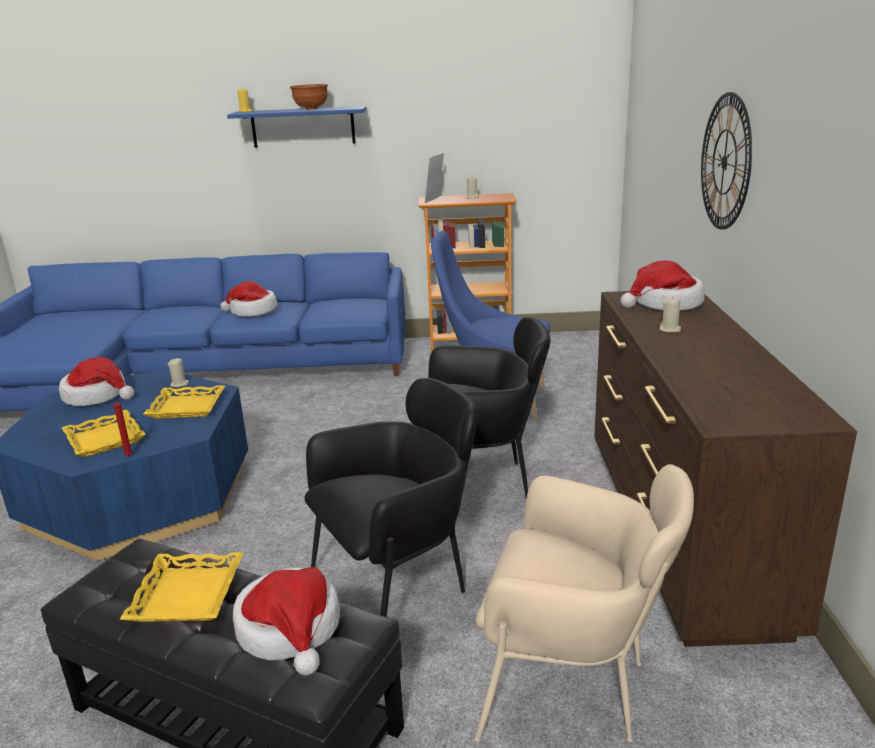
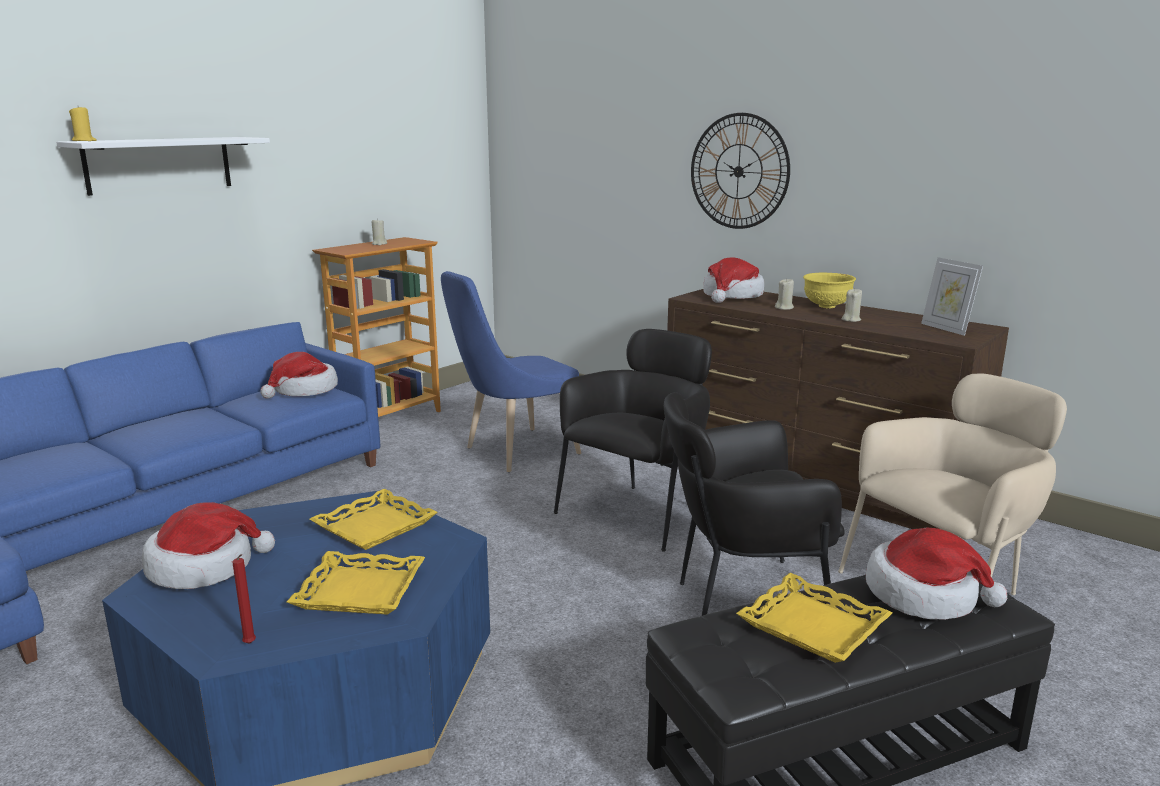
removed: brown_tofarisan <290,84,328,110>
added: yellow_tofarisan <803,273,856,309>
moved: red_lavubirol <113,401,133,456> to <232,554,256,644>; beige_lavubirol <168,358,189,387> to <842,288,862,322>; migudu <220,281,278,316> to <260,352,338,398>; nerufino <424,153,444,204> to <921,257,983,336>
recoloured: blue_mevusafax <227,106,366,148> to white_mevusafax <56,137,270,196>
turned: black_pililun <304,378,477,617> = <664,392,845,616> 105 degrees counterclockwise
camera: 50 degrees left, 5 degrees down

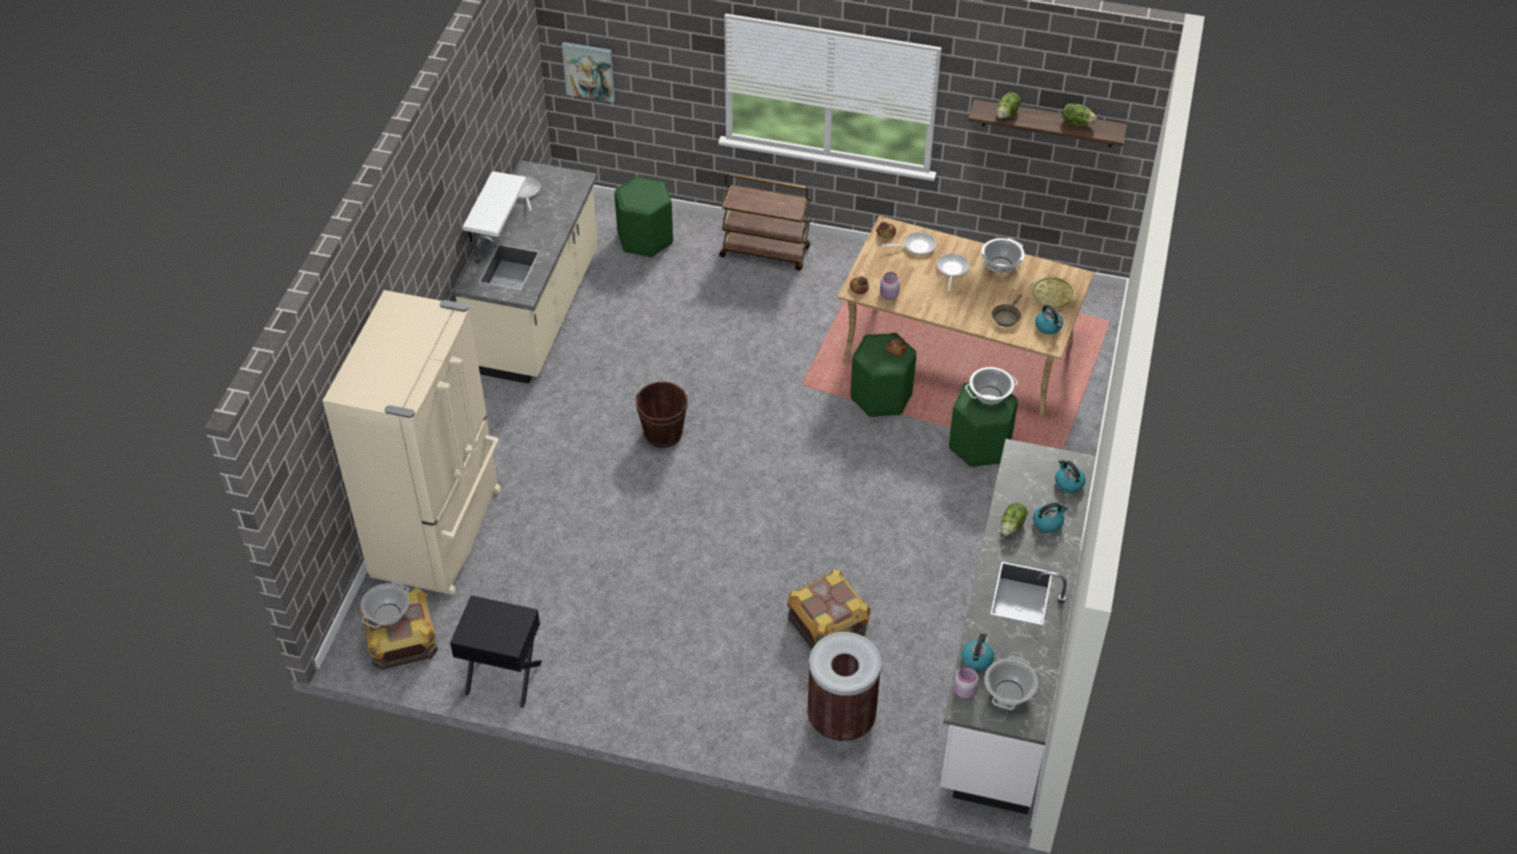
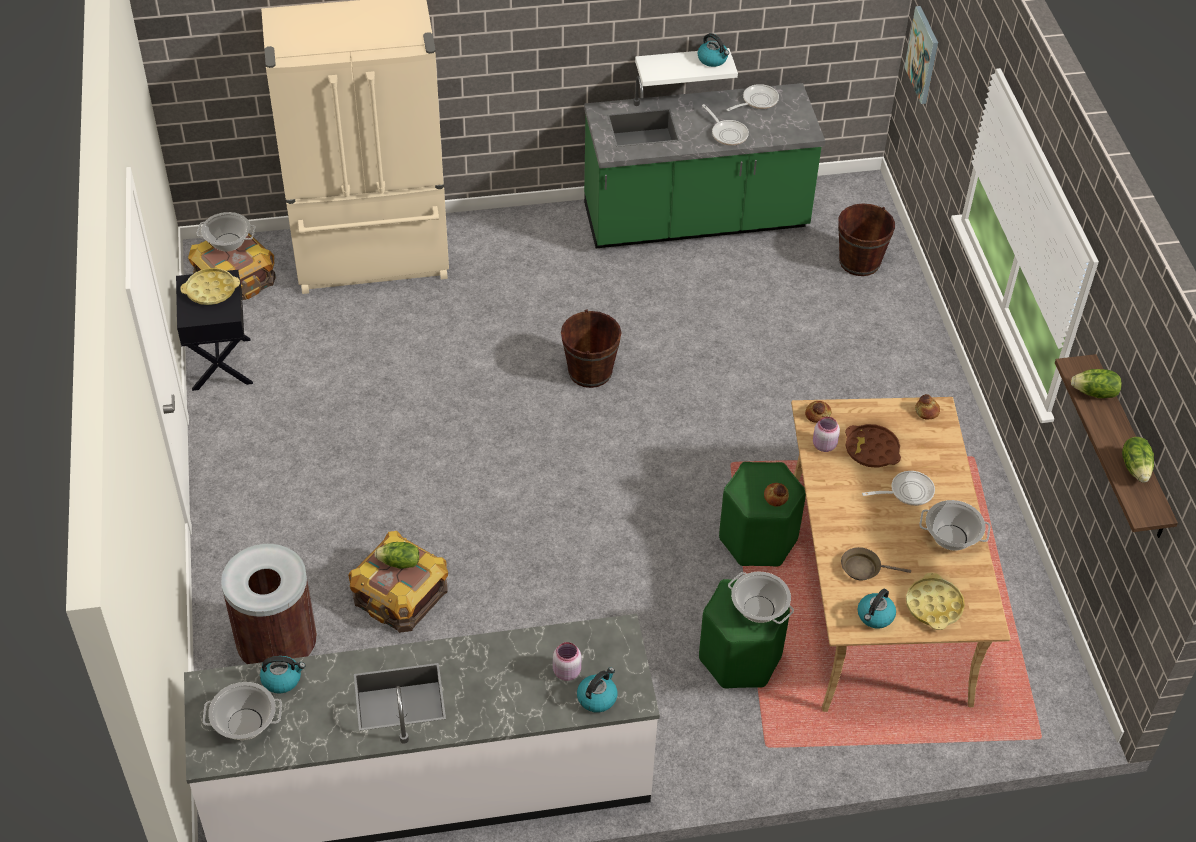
removed: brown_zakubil <719,174,811,271>
added: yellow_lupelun <180,268,240,305>; brown_lupelun <845,424,901,468>
moved: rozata <882,232,936,255> to <702,104,749,145>; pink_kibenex <954,667,979,698> to <553,642,581,681>; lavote <1001,502,1028,535> to <374,542,419,569>; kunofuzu <1033,503,1068,533> to <698,33,729,67>
replaced: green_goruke <614,177,673,257> to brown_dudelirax <838,203,895,276>
recoloured: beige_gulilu <454,161,598,384> to green_gulilu <584,75,825,248>
camera: 65 degrees right, 0 degrees up

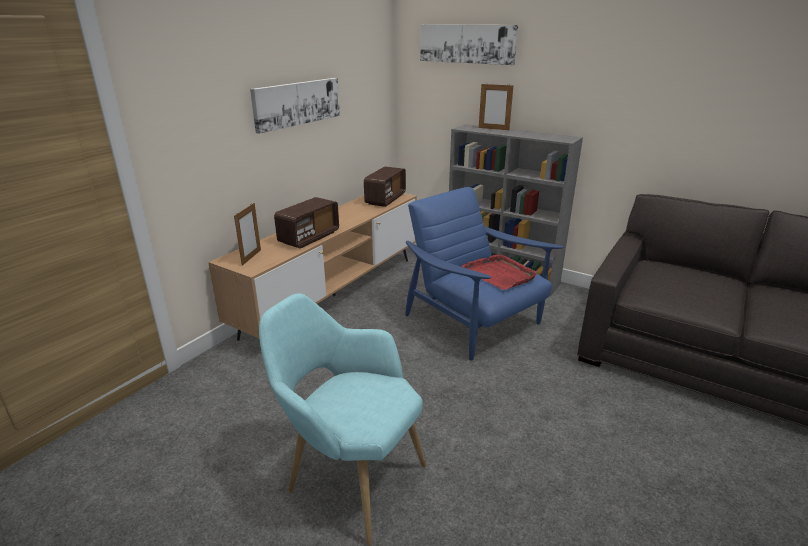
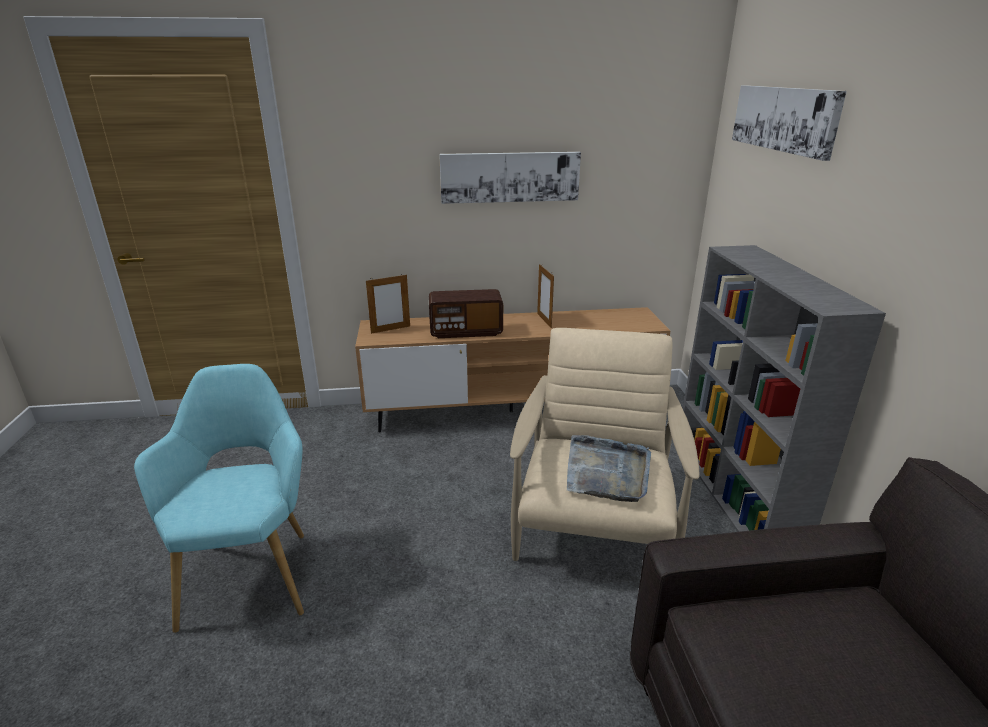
removed: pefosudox <364,166,406,207>
moved: nerufino <479,84,513,130> to <537,264,554,328>
recoloured: blue_pililun <405,187,563,361> to beige_pililun <510,328,700,561>; red_lupelun <462,254,538,290> to grey_lupelun <567,435,651,502>
camera: 50 degrees right, 0 degrees up

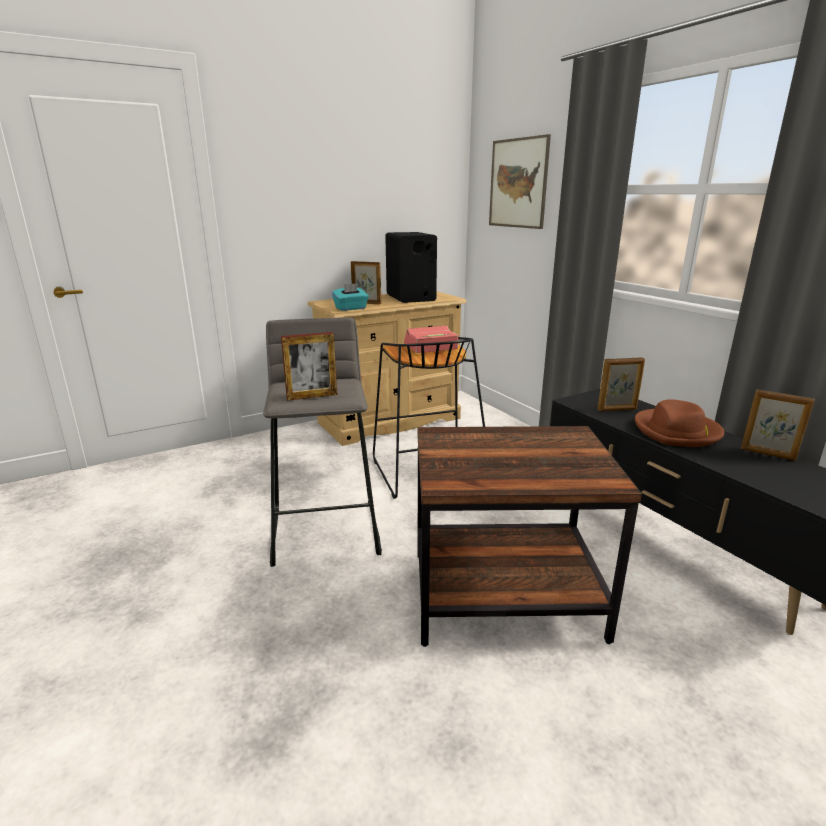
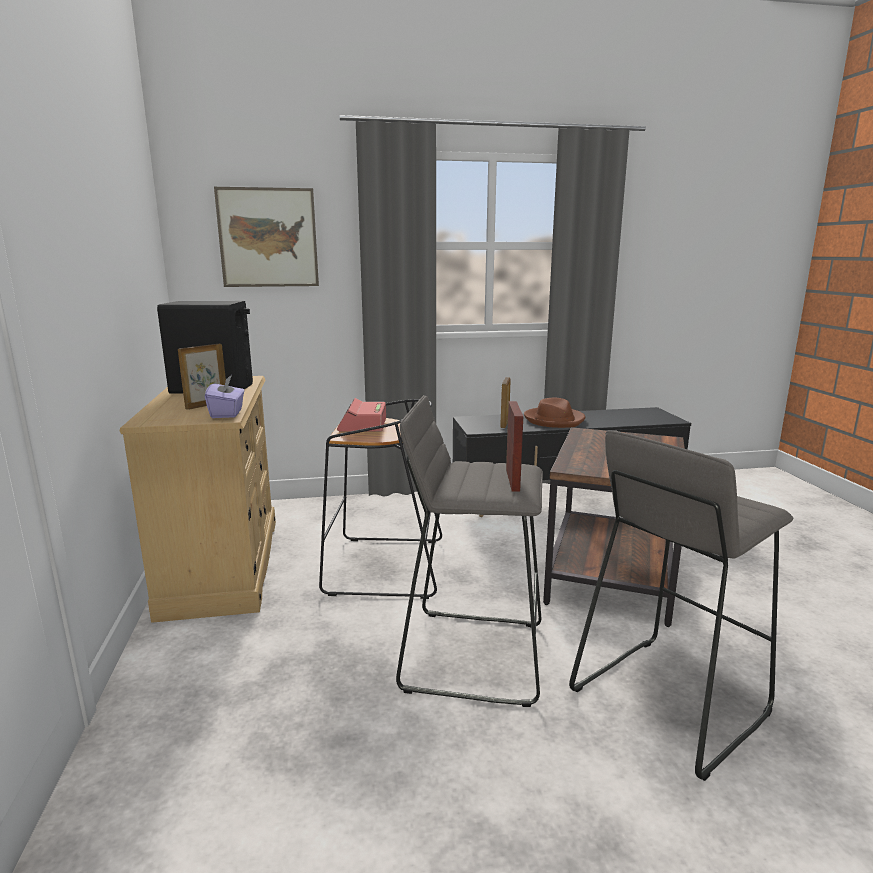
removed: nerufino <741,389,814,461>
added: grey_goruke <569,430,794,781>
recoloured: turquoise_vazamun <332,283,369,311> to purple_vazamun <205,375,244,418>
camera: 70 degrees left, 5 degrees down

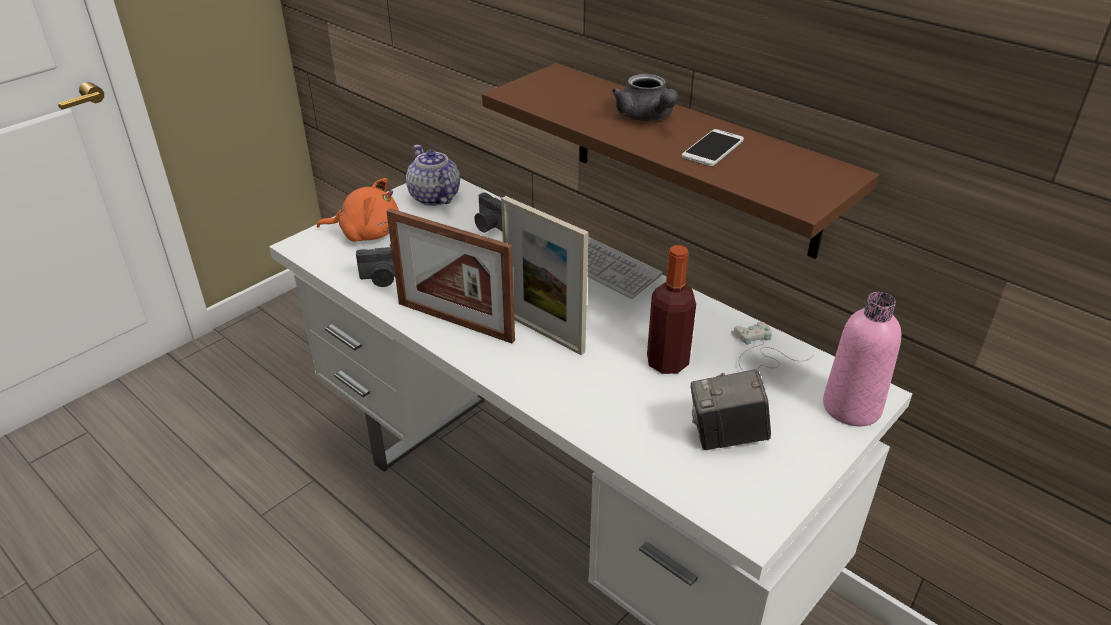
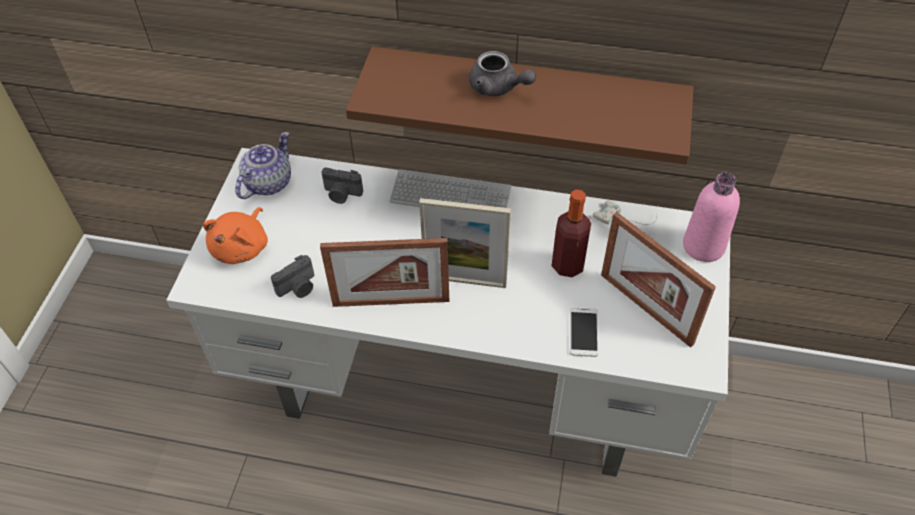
moved: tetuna <681,129,744,166> to <570,308,598,357>
replaced: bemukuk <691,369,771,450> to nerufino <601,212,716,348>
turned: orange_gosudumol <317,178,399,242> = <203,207,268,264> 135 degrees clockwise; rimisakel <406,145,460,206> = <235,132,291,199> 90 degrees clockwise
camera: 30 degrees left, 15 degrees up

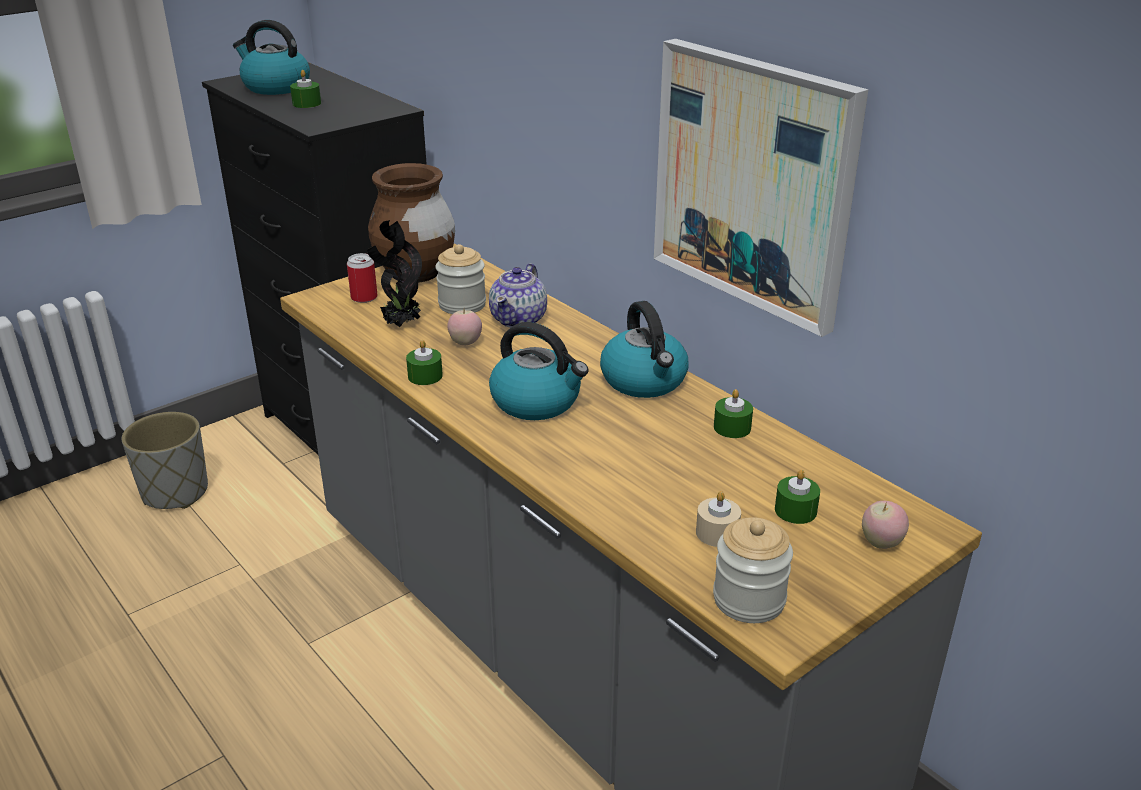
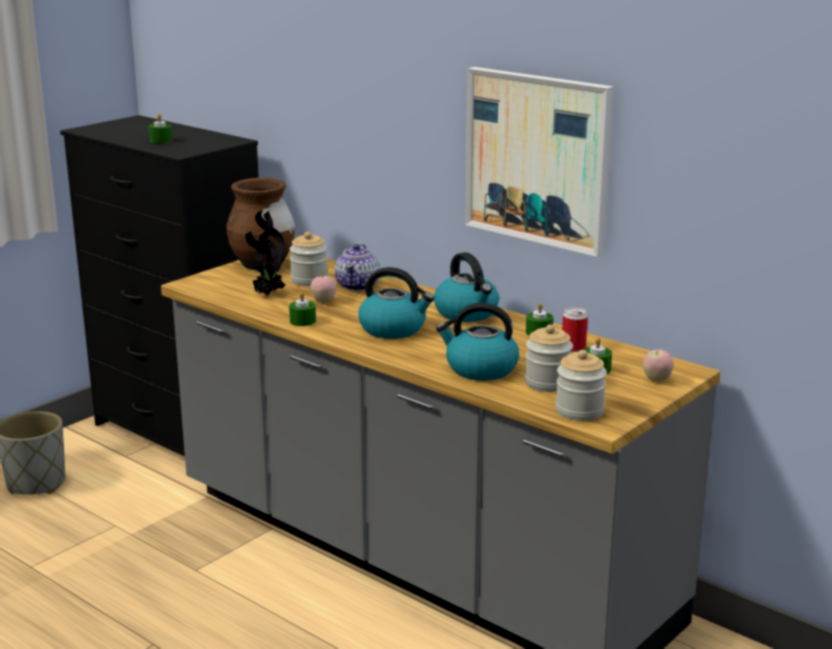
moved: kunofuzu <233,20,310,95> to <436,303,519,380>; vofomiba <347,253,378,303> to <562,307,588,352>
replaced: beige_lavubirol <696,491,741,547> to kibenex <525,325,573,392>
camera: 10 degrees left, 10 degrees down

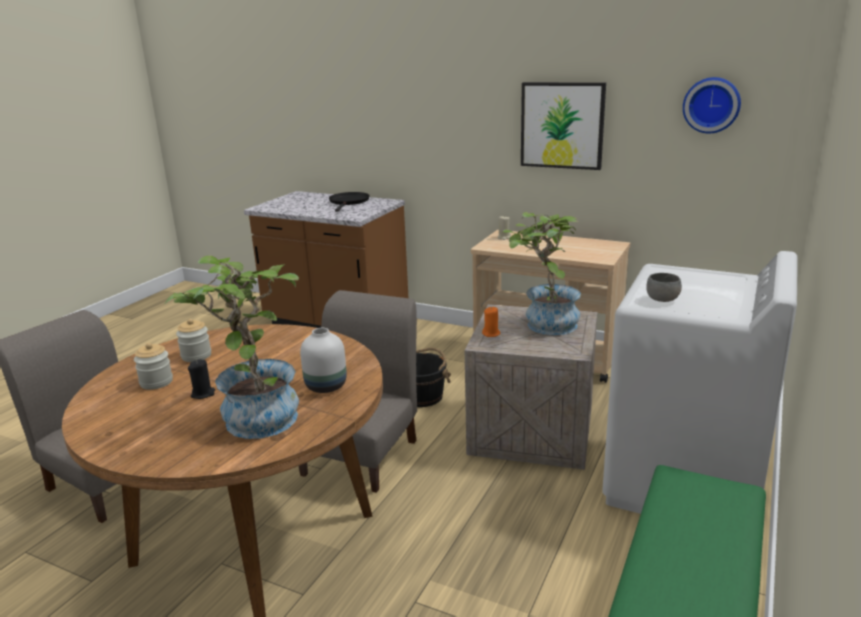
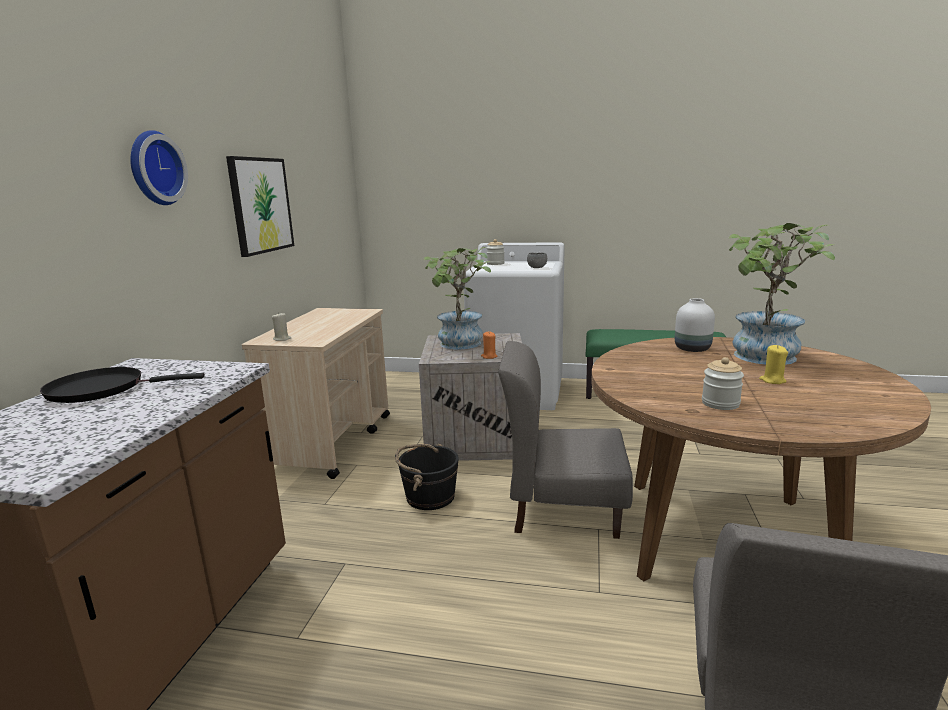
moved: kibenex <134,343,173,390> to <486,239,505,265>; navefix <683,77,741,133> to <130,130,188,205>
recoloured: black_lavubirol <188,360,215,399> to yellow_lavubirol <759,345,788,384>
camera: 105 degrees left, 5 degrees down

